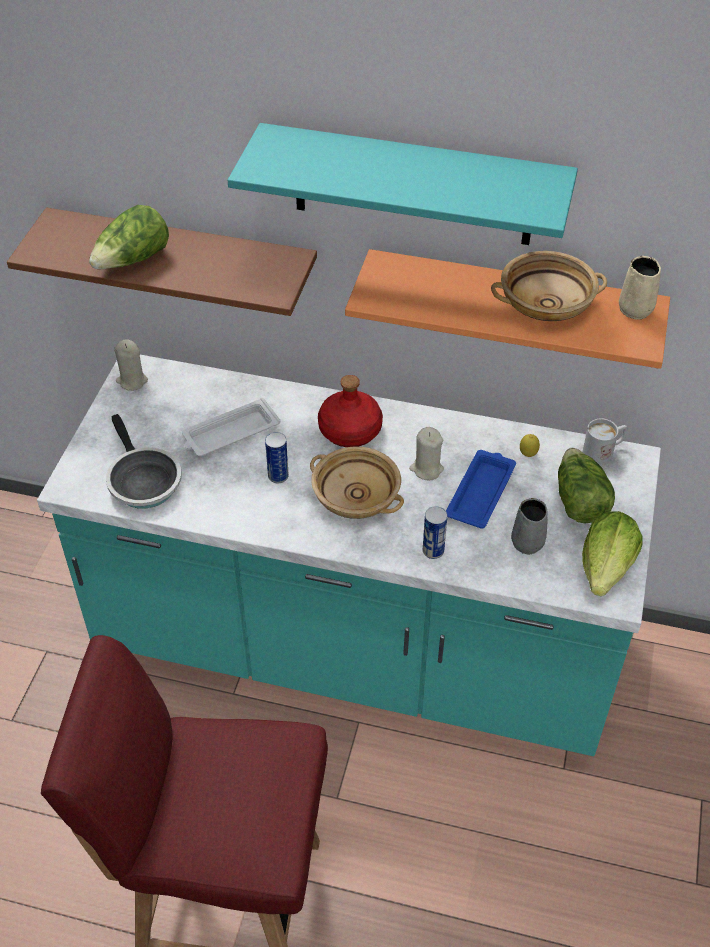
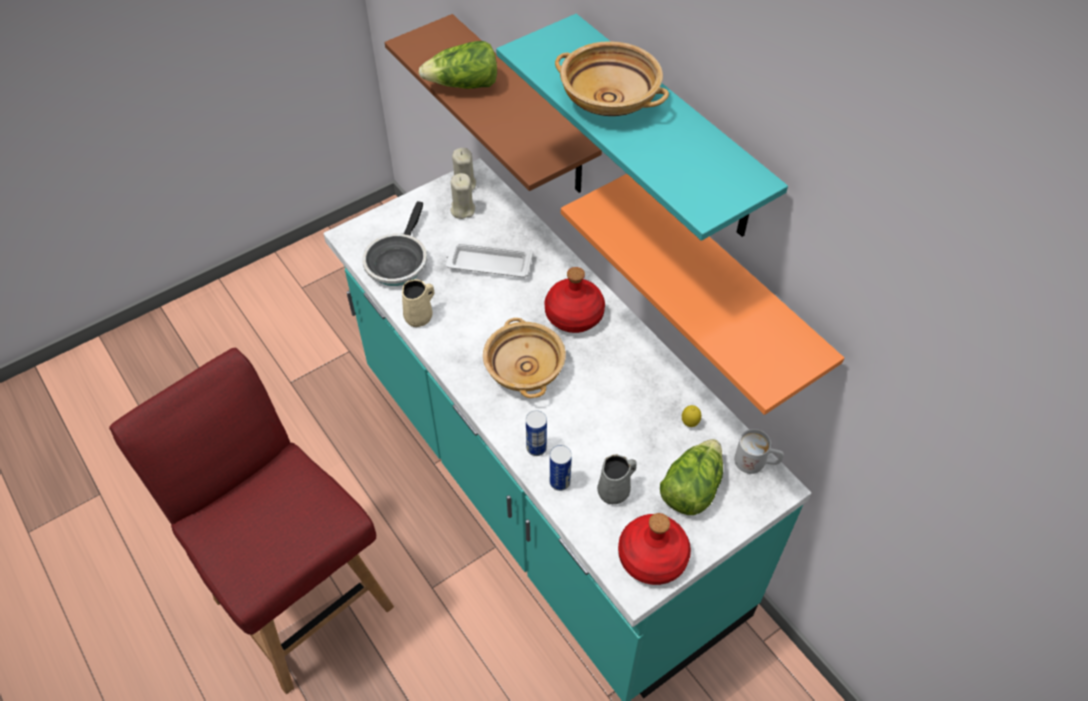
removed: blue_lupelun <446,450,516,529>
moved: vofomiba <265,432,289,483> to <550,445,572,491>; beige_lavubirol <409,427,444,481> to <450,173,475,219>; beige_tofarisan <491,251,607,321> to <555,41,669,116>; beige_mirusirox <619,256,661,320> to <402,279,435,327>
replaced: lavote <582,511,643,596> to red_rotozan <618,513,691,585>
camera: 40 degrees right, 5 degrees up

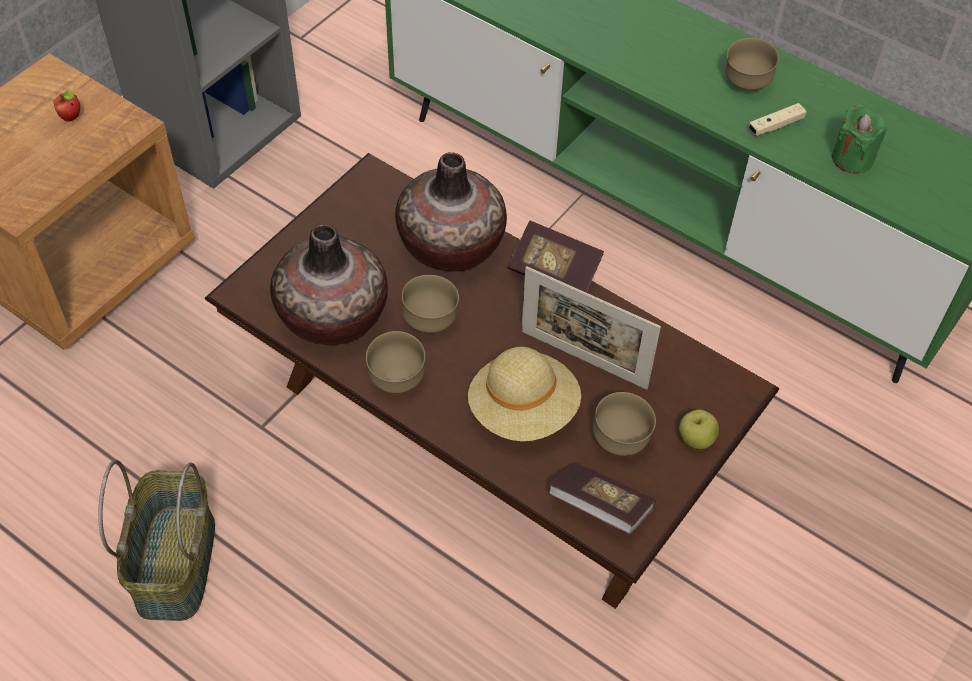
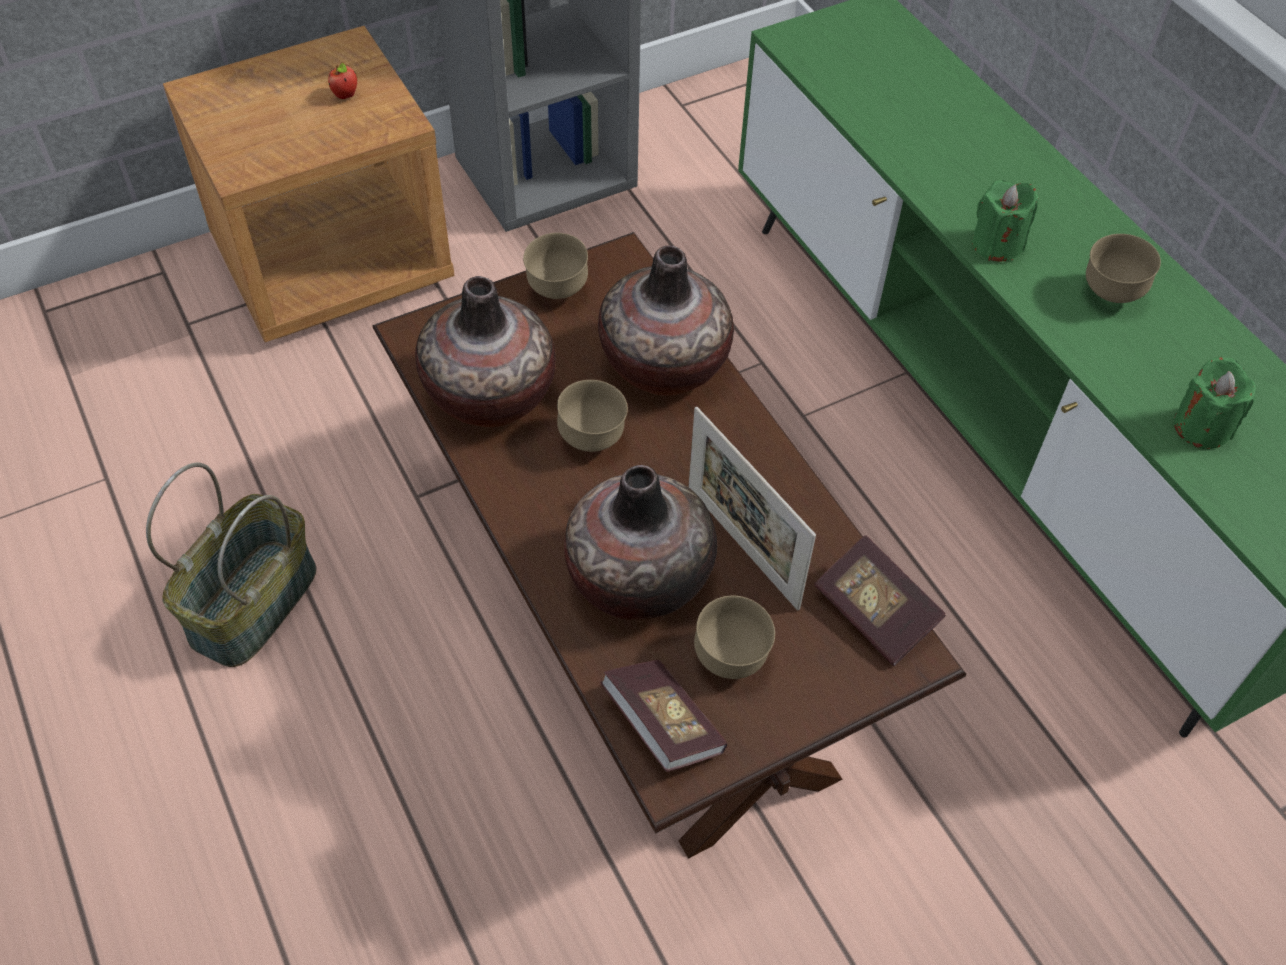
removed: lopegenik <679,409,719,449>; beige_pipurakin <748,103,807,136>
added: green_lavubirol <972,180,1038,261>
moved: brown_tofarisan <366,331,425,393> to <523,233,588,299>; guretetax <508,221,604,292> to <814,535,946,666>
replaced: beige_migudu <468,347,581,441> to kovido <564,465,717,620>
camera: 25 degrees right, 0 degrees up

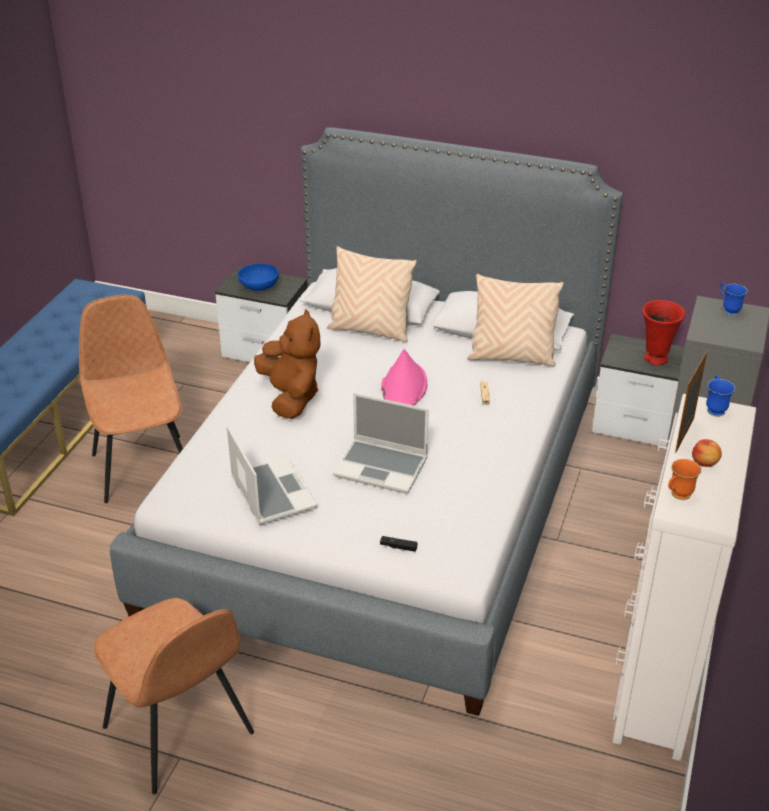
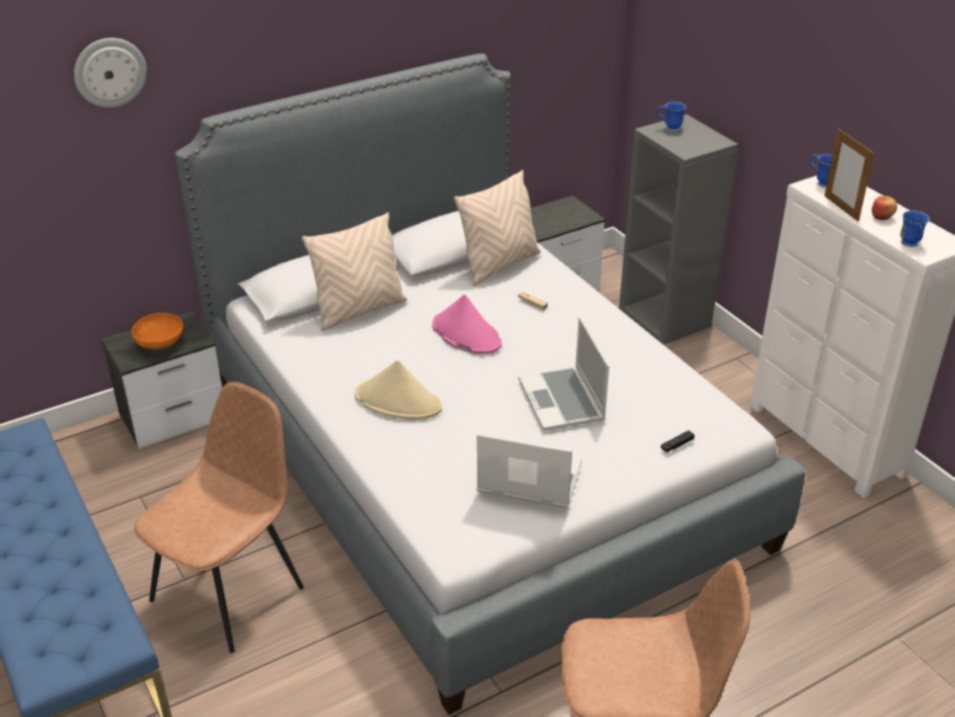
removed: red_kovido <642,300,685,366>
added: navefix <74,38,147,108>
replaced: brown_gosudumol <254,309,321,419> to beige_migudu <355,360,442,420>
recoloured: blue_tofarisan <238,263,279,291> to orange_tofarisan <132,313,183,349>; orange_mirusirox <668,459,701,500> to blue_mirusirox <900,211,930,247>
turned: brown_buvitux <79,295,183,503> = <134,382,304,653> 105 degrees clockwise; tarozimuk <333,393,429,494> = <518,317,609,431> 105 degrees clockwise
camera: 50 degrees left, 0 degrees up

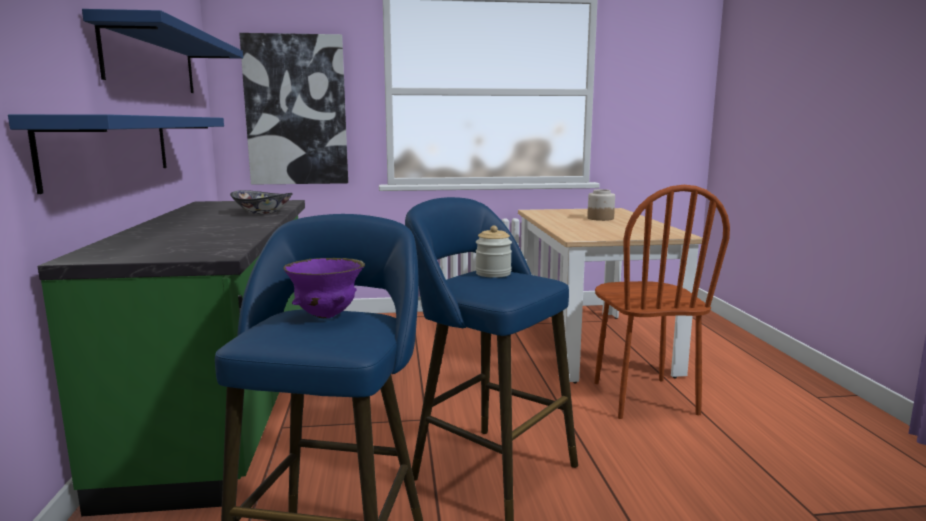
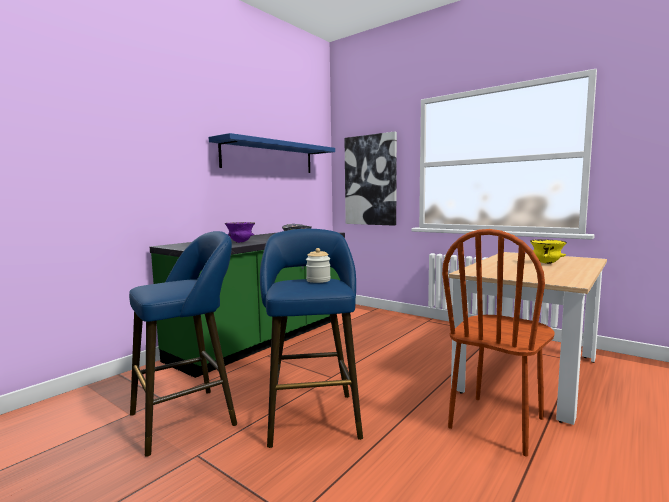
removed: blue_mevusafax <8,114,224,194>
moved: purple_tofarisan <283,258,365,318> to <225,222,255,243>
replaced: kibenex <587,189,615,221> to yellow_tofarisan <530,239,567,264>
camera: 45 degrees right, 5 degrees down

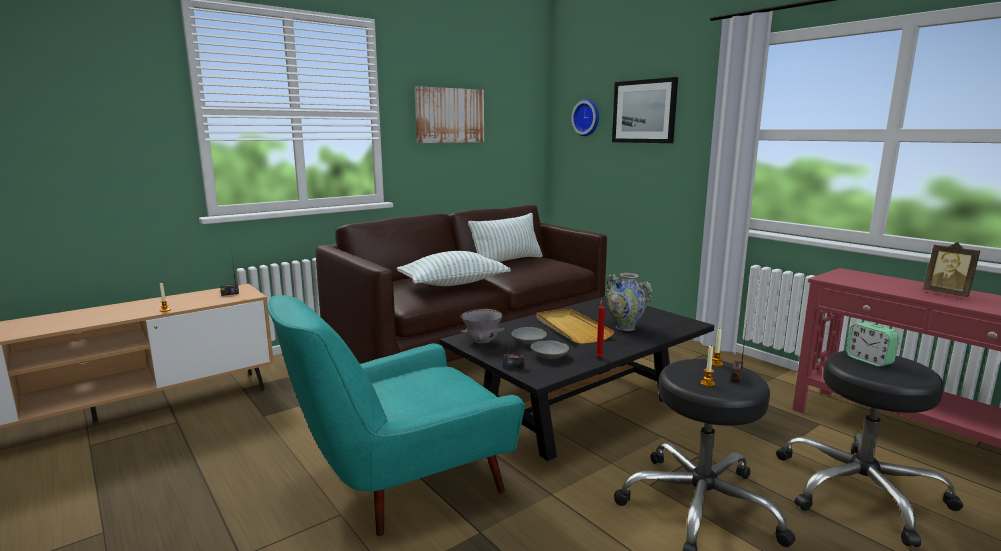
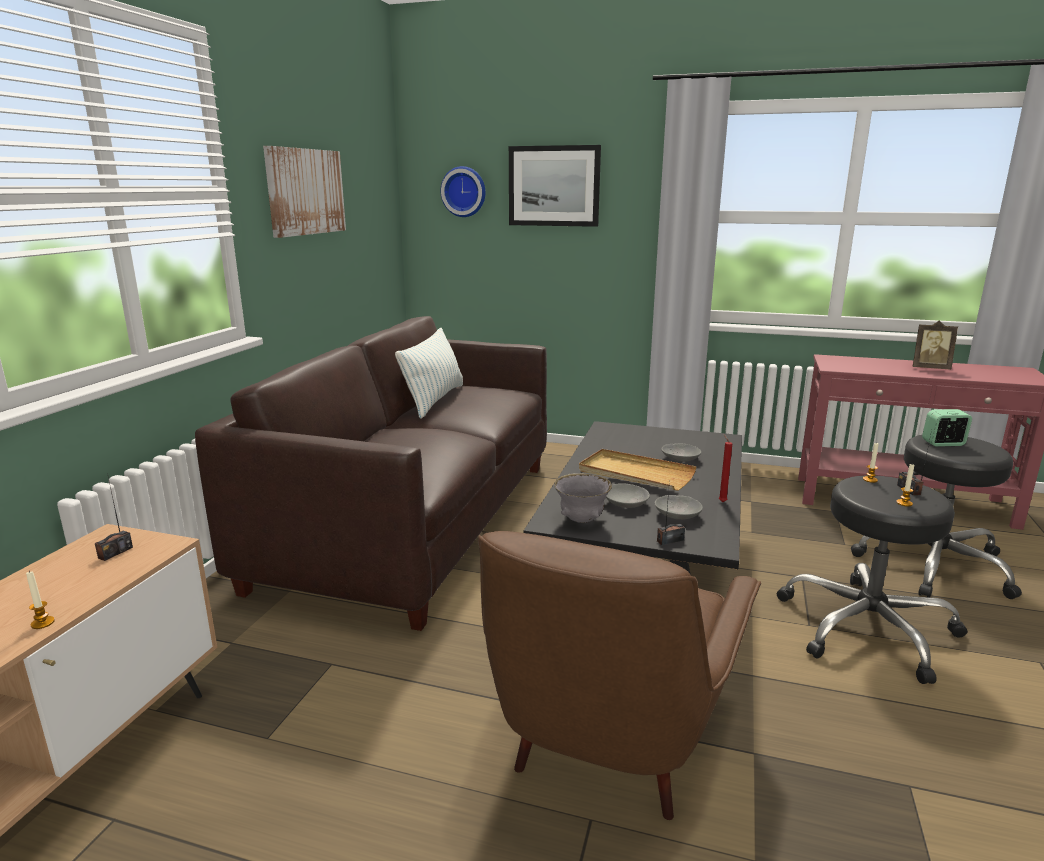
removed: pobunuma <397,251,511,286>
replaced: kovido <605,273,653,331> to grey_tofarisan <661,443,701,462>
recoloured: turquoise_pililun <267,295,525,536> to brown_pililun <478,531,761,820>
turned: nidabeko <846,322,900,367> = <922,409,972,446> 150 degrees clockwise
camera: 35 degrees left, 5 degrees up

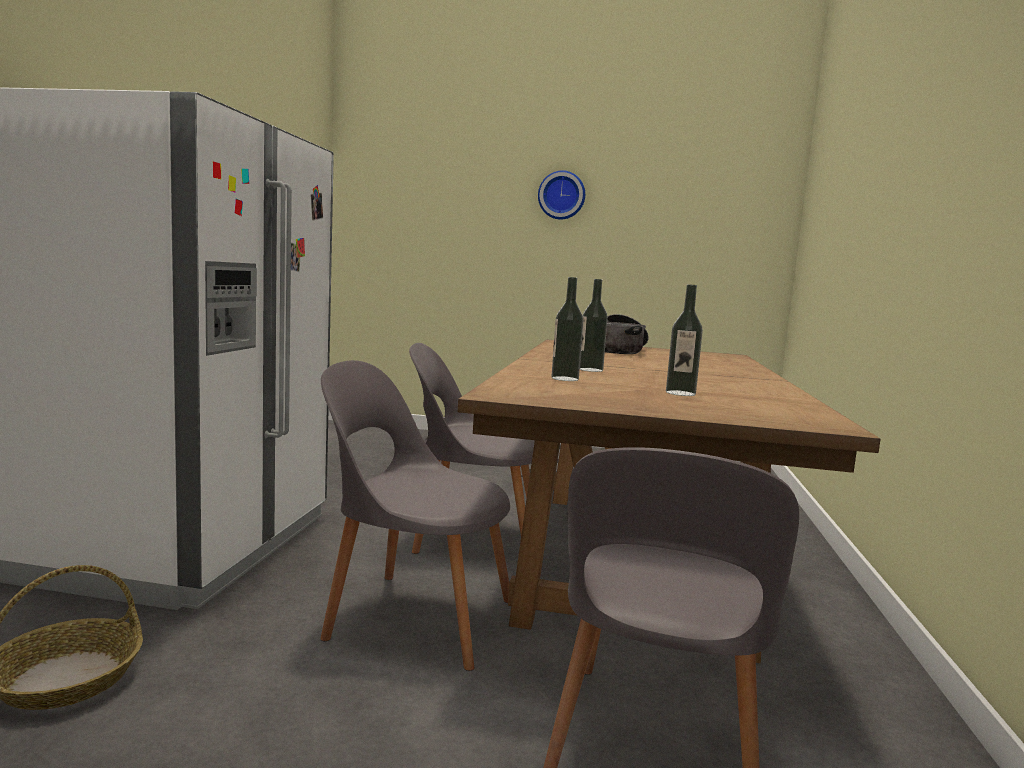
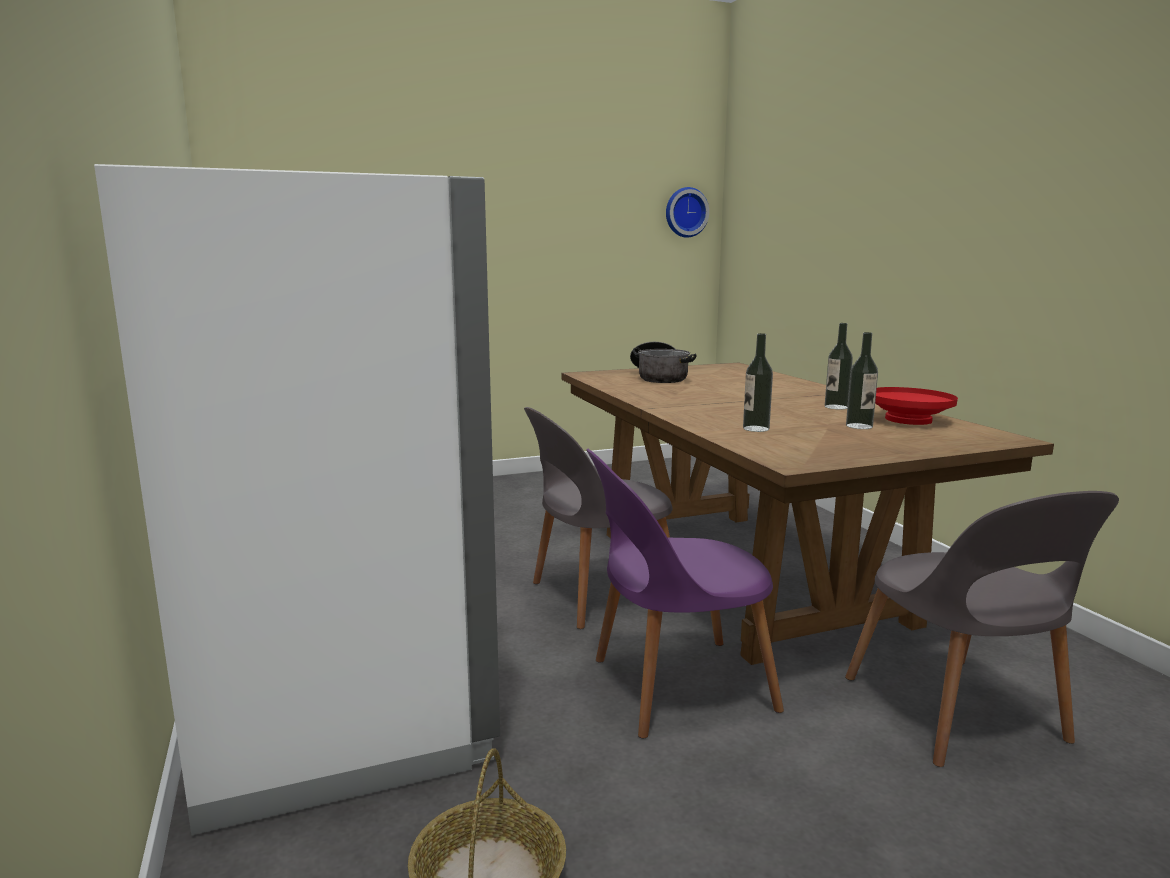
added: red_tofarisan <875,387,958,425>
moved: navefix <538,170,585,220> to <666,187,709,238>; rotozan <580,279,608,372> to <825,323,853,409>
recoloured: grey_buvitux <320,360,510,671> to purple_buvitux <586,449,784,738>
camera: 30 degrees left, 5 degrees up

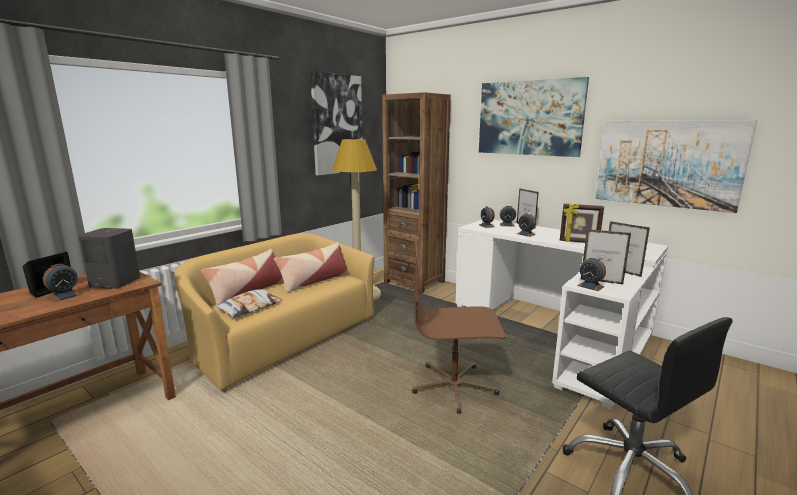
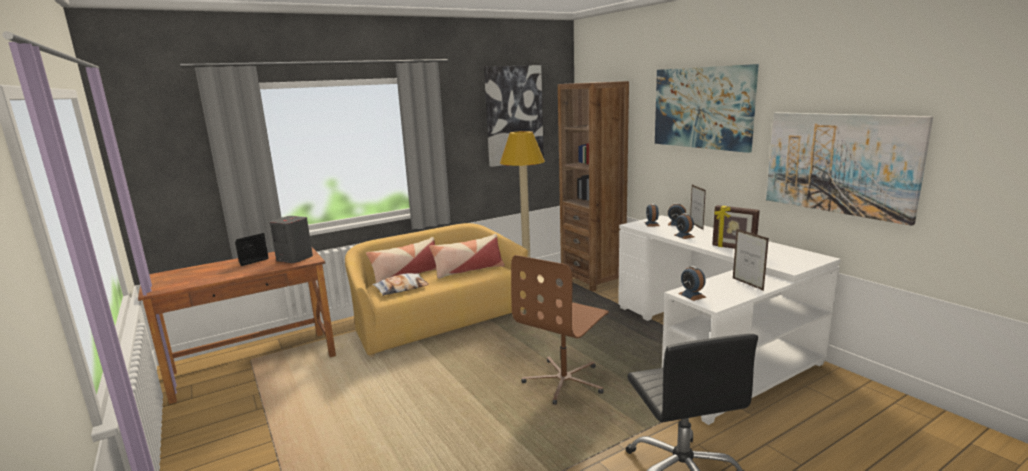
removed: nidabeko <43,264,82,302>; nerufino <581,229,631,285>
turned: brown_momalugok <412,240,506,414> = <511,255,609,405> 75 degrees counterclockwise
camera: 20 degrees right, 0 degrees up

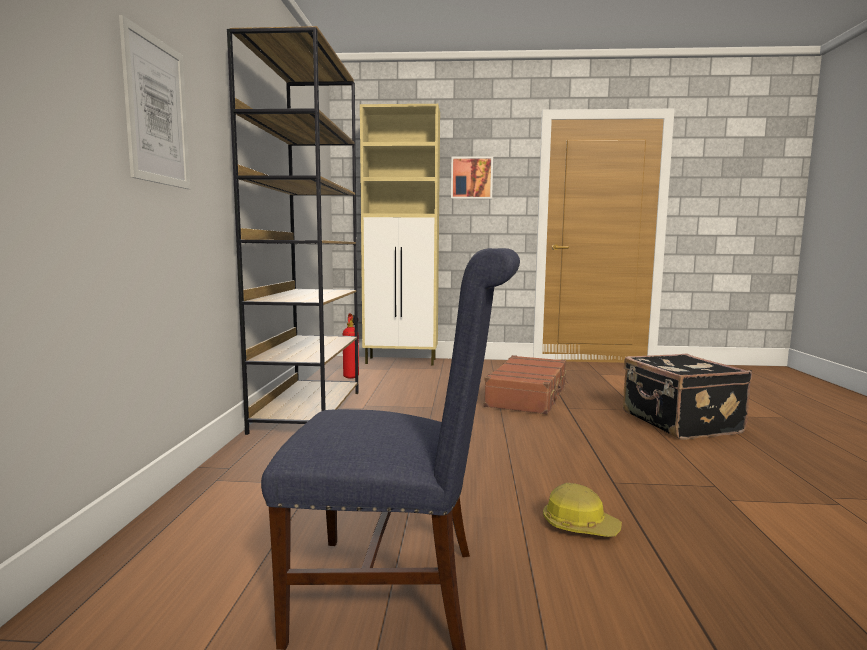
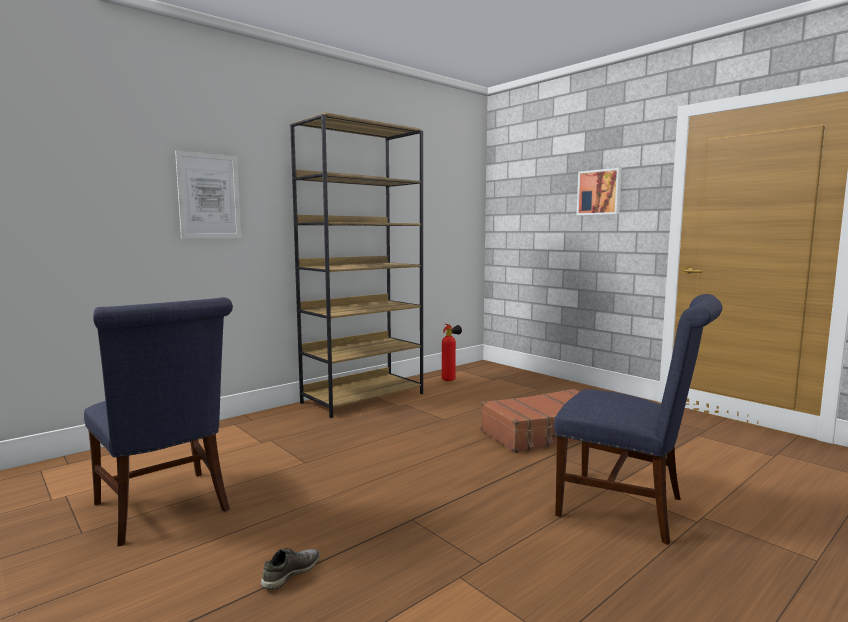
removed: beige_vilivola <360,104,440,366>; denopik <543,483,622,537>
added: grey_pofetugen <261,548,320,590>
replaced: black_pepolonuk <623,354,752,439> to blue_buvitux <554,294,722,545>
camera: 45 degrees right, 0 degrees up

